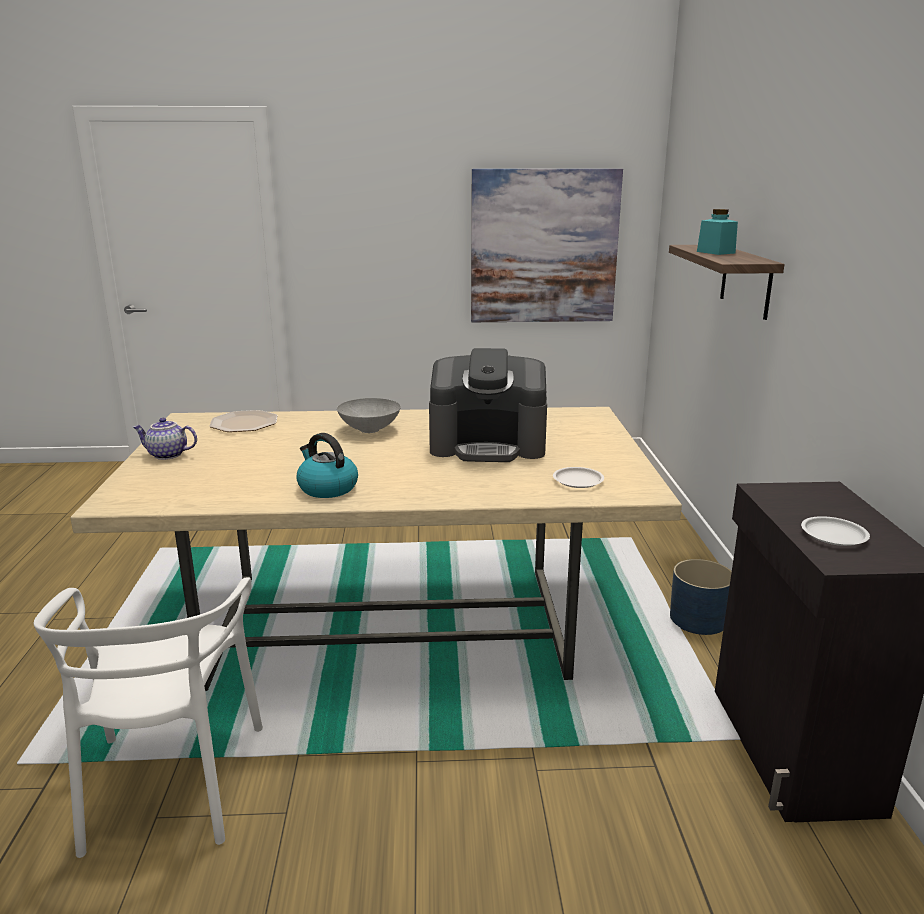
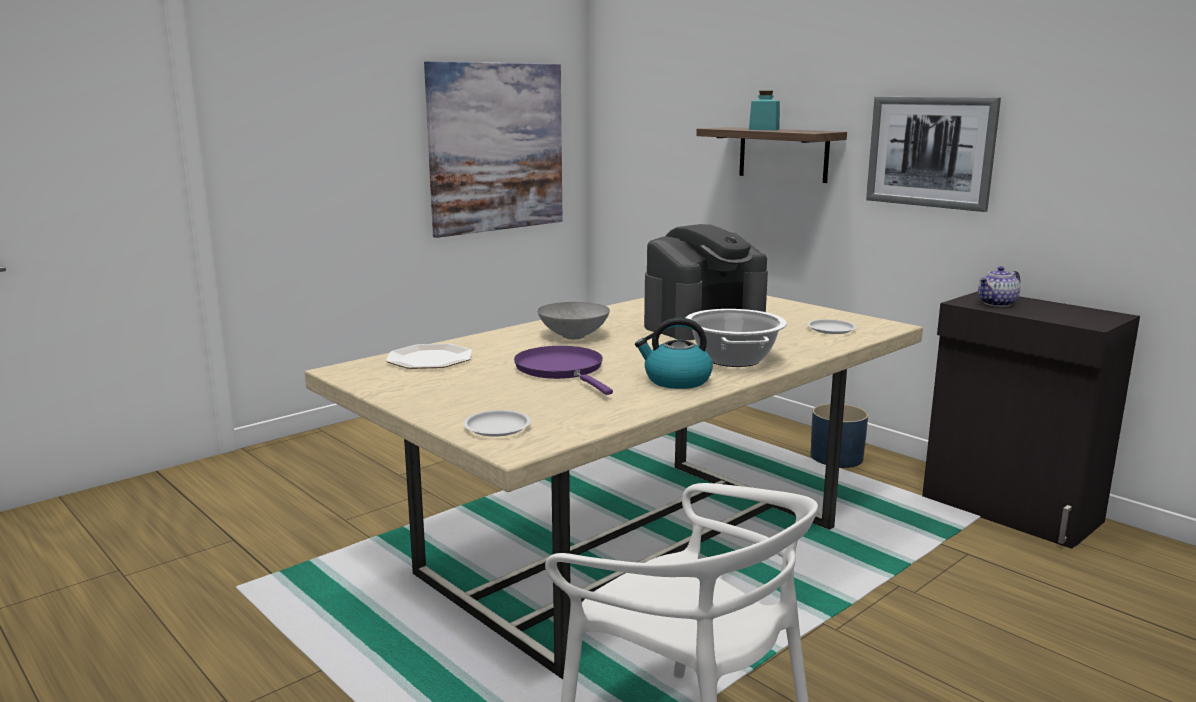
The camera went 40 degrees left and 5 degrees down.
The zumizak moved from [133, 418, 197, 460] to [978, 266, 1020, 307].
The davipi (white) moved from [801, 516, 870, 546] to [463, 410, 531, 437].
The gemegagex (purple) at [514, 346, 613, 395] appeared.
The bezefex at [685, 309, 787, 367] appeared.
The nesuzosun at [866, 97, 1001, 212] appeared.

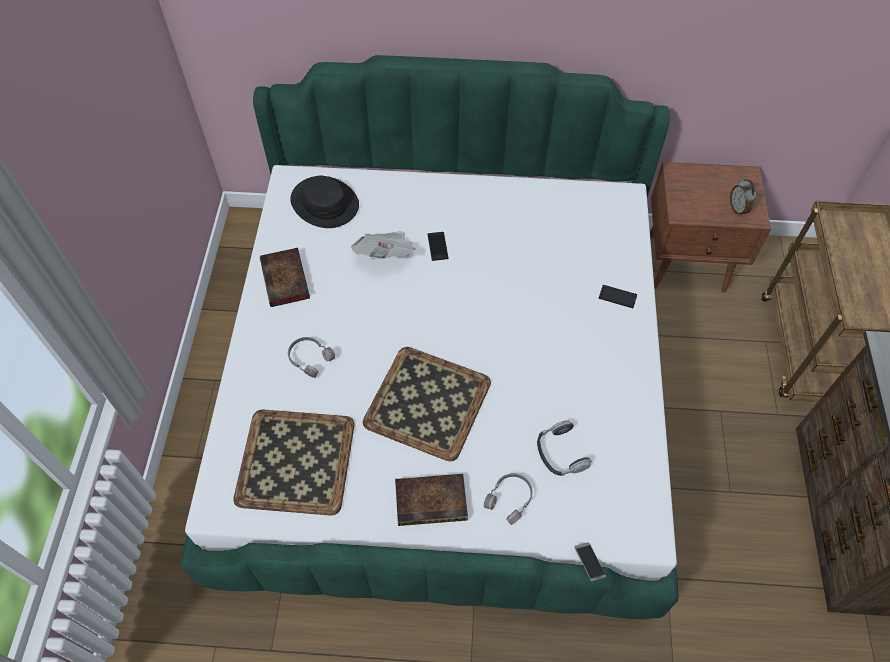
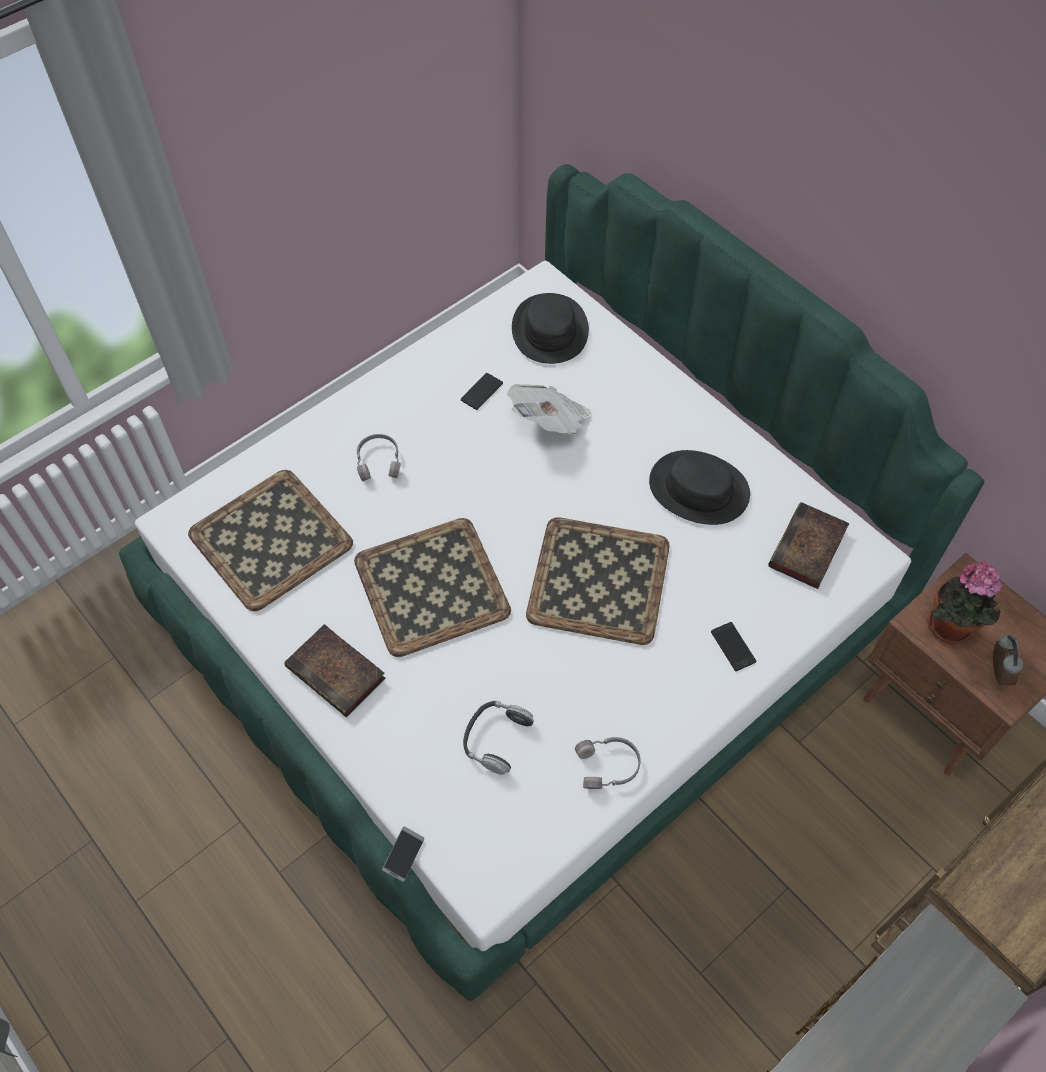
The camera went 45 degrees right and 0 degrees up.
The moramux moved from [260, 248, 310, 307] to [768, 502, 849, 589].
The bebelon moved from [427, 232, 448, 261] to [461, 373, 503, 410].
The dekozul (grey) moved from [484, 473, 532, 525] to [575, 737, 641, 789].
The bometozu at [730, 178, 757, 216] turned 150 degrees clockwise.
The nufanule at [526, 517, 670, 645] appeared.
The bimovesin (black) at [649, 450, 750, 525] appeared.
The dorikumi at [927, 561, 1003, 644] appeared.

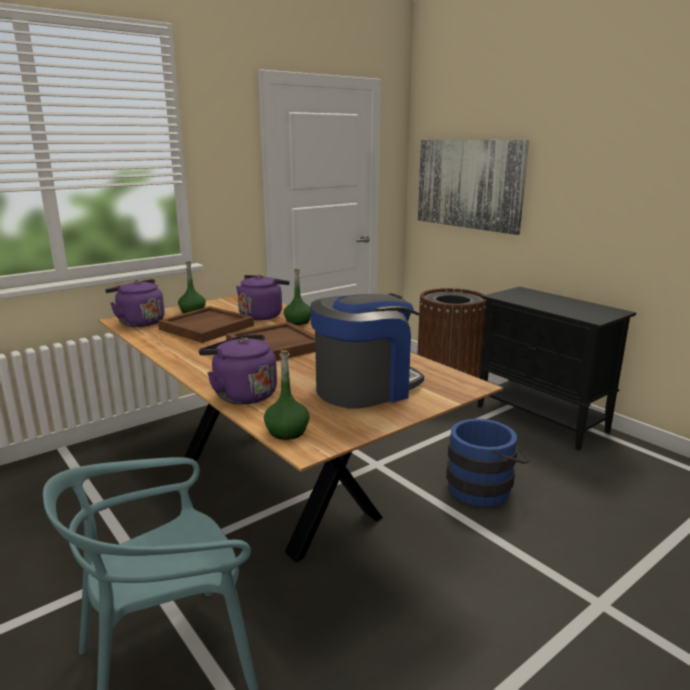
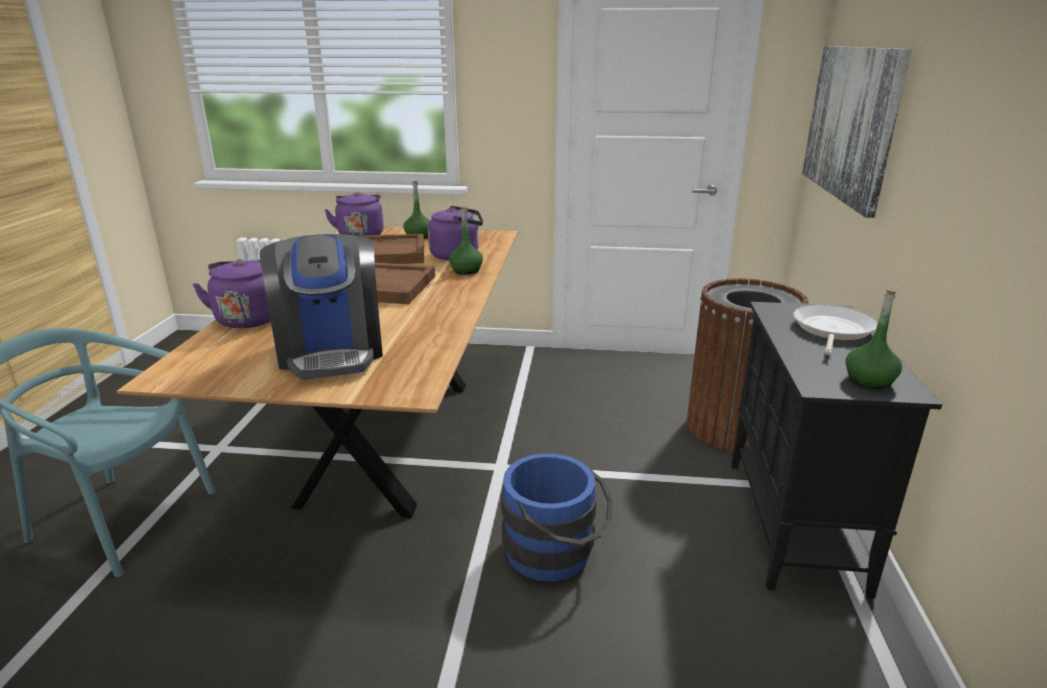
The camera went 45 degrees right and 5 degrees up.
The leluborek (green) moved from [264, 350, 310, 440] to [845, 289, 902, 389].
The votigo at [310, 293, 424, 409] turned 60 degrees clockwise.
The gemegagex at [794, 305, 877, 355] appeared.

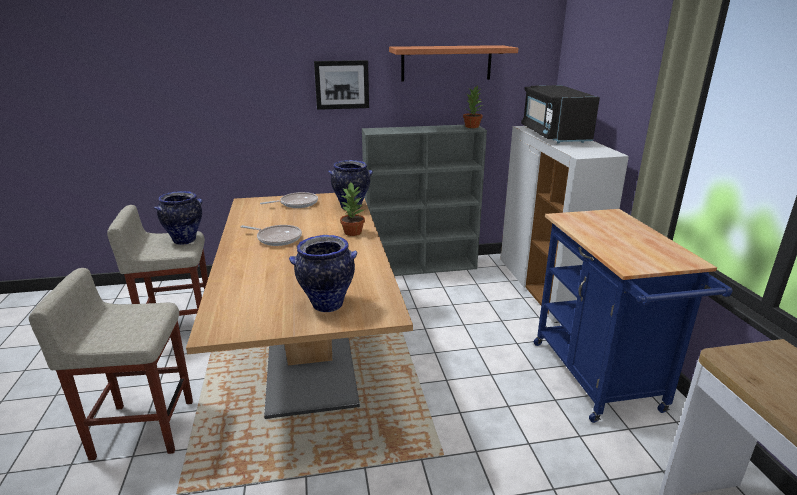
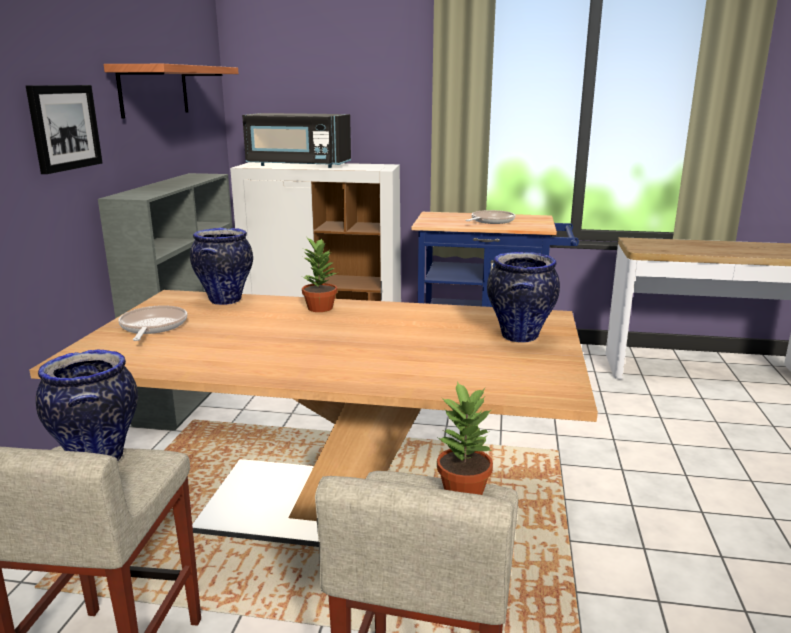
The camera went 70 degrees left and 5 degrees down.
The gemegagex moved from [240, 225, 302, 246] to [465, 210, 516, 224].
The dorikumi moved from [463, 86, 483, 128] to [437, 381, 493, 495].

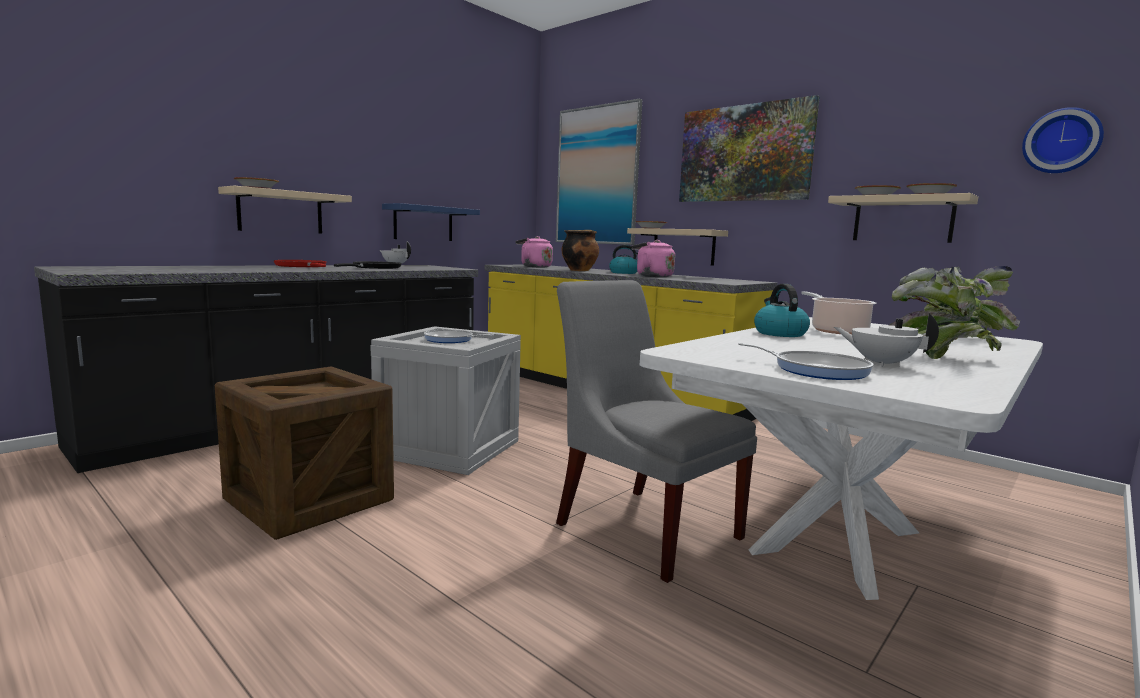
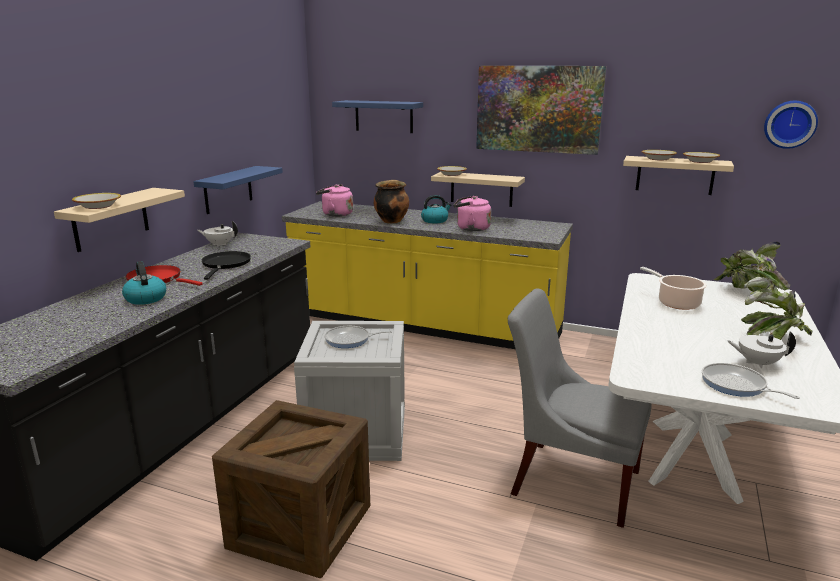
The camera went 20 degrees left and 10 degrees up.
The nesuzosun at [556, 99, 642, 245] was replaced by the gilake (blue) at [332, 100, 423, 133].
The gemegagex at [738, 343, 874, 380] turned 150 degrees counterclockwise.
The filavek moved from [754, 284, 810, 337] to [122, 261, 166, 305].

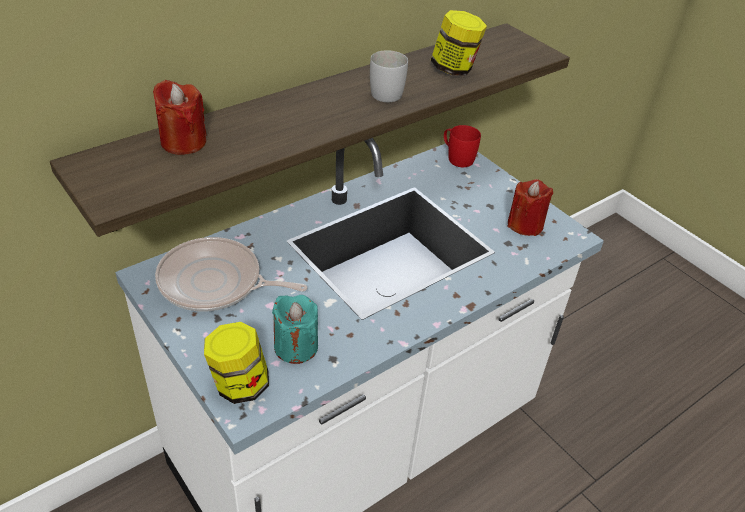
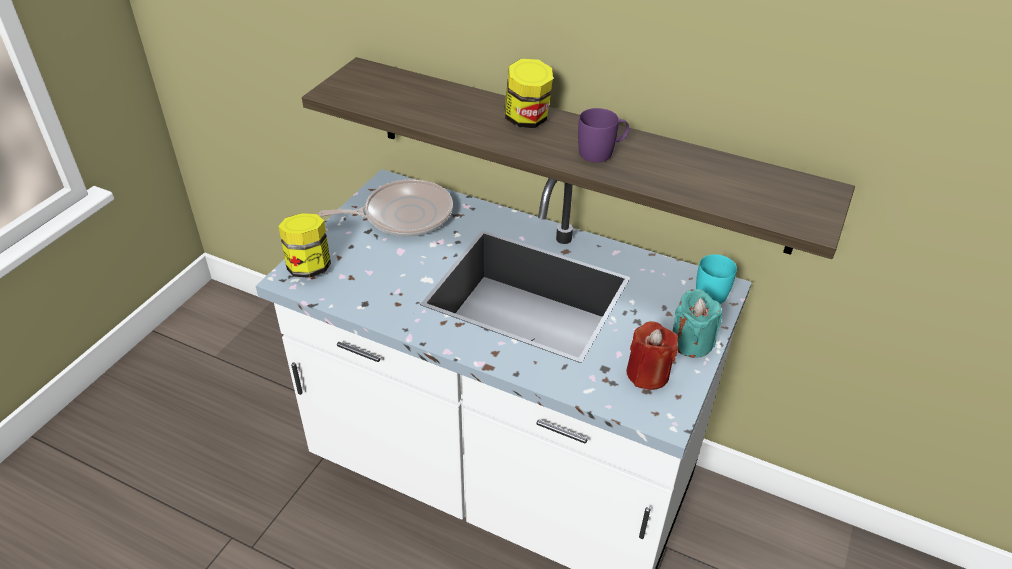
The camera went 65 degrees right and 0 degrees up.
The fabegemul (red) at [153, 80, 207, 155] disappeared.
The gemegagex at [155, 237, 307, 311] turned 90 degrees clockwise.
The fabegemul (turquoise) moved from [272, 295, 318, 364] to [673, 289, 722, 358].
The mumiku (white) at [370, 50, 408, 102] became the mumiku (purple) at [578, 108, 629, 163].
The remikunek moved from [431, 10, 487, 76] to [505, 59, 553, 128].
The mumiku (red) at [444, 125, 481, 167] became the mumiku (turquoise) at [696, 254, 737, 304].

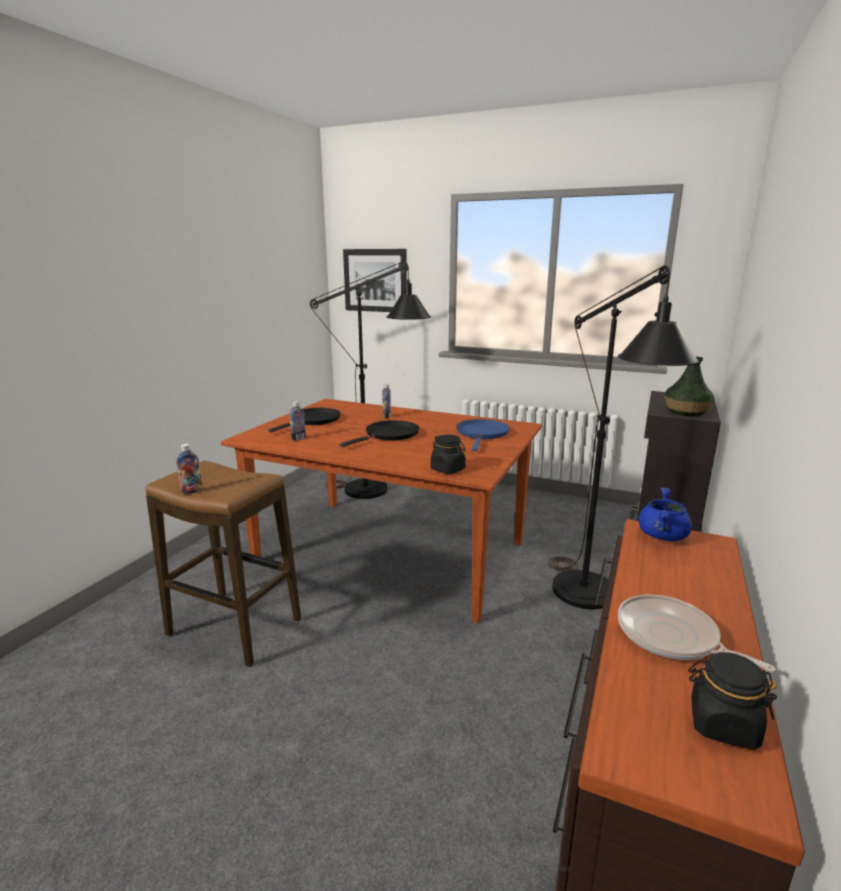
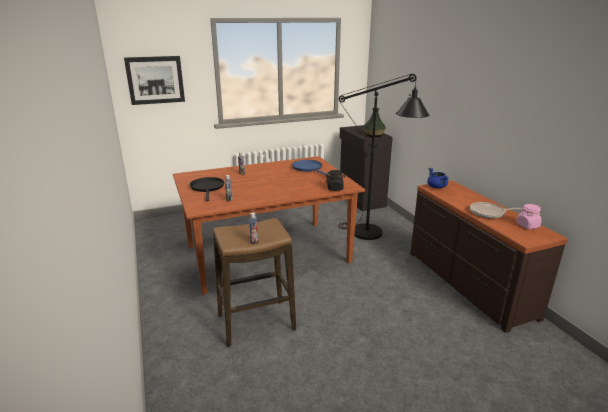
The camera went 45 degrees left and 5 degrees up.
The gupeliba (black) at [310, 262, 431, 499] disappeared.
The gemegagex (black) at [340, 420, 419, 447] disappeared.
The remikunek (black) at [688, 652, 777, 750] became the remikunek (pink) at [516, 204, 542, 229].

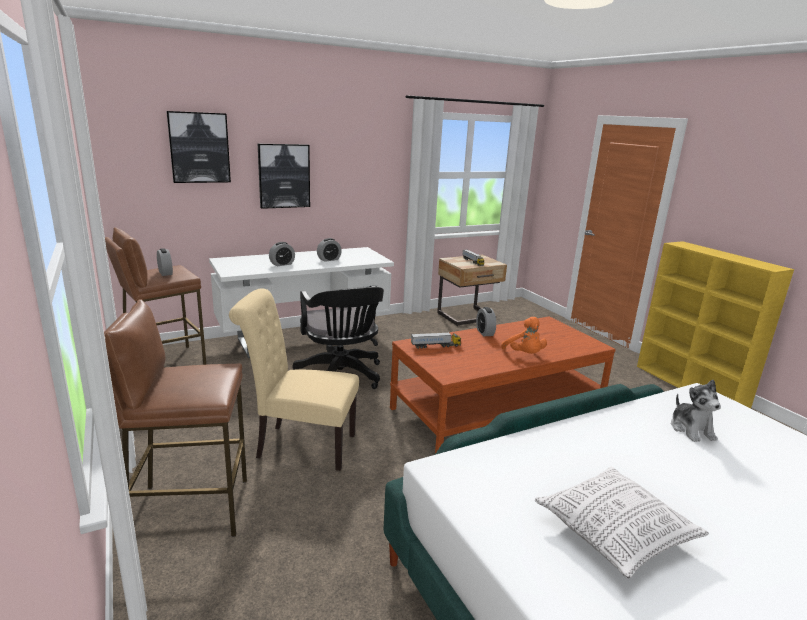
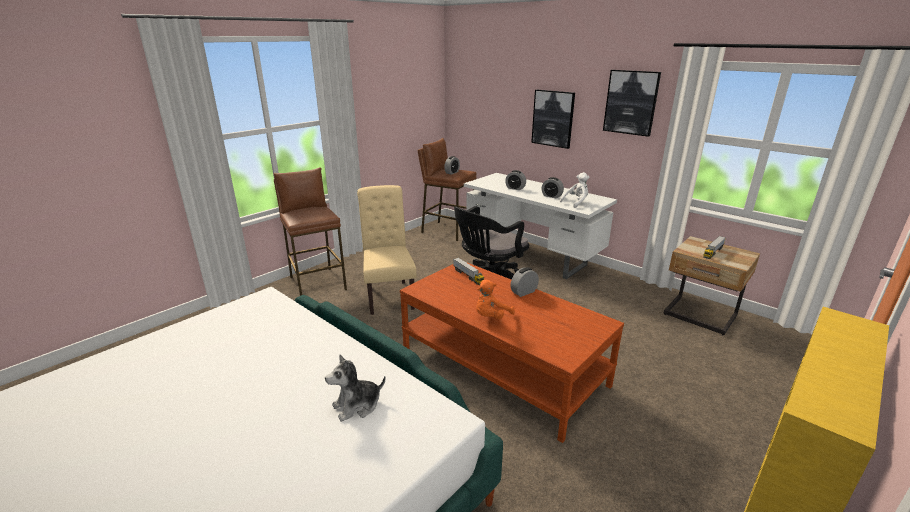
The camera went 70 degrees right and 5 degrees up.
The nesuzosun moved from [166, 111, 231, 183] to [603, 70, 661, 137].
The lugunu at [535, 467, 709, 579] disappeared.
The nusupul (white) at [560, 172, 589, 208] appeared.

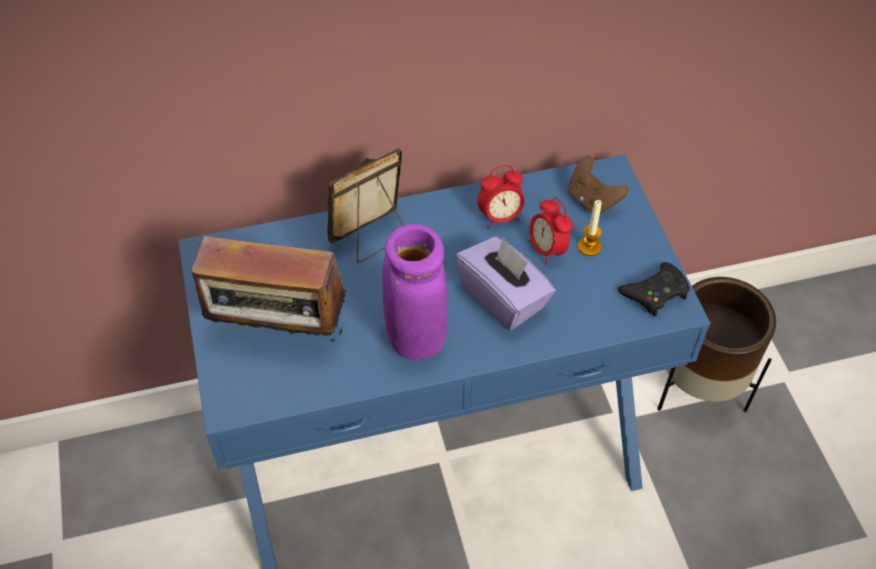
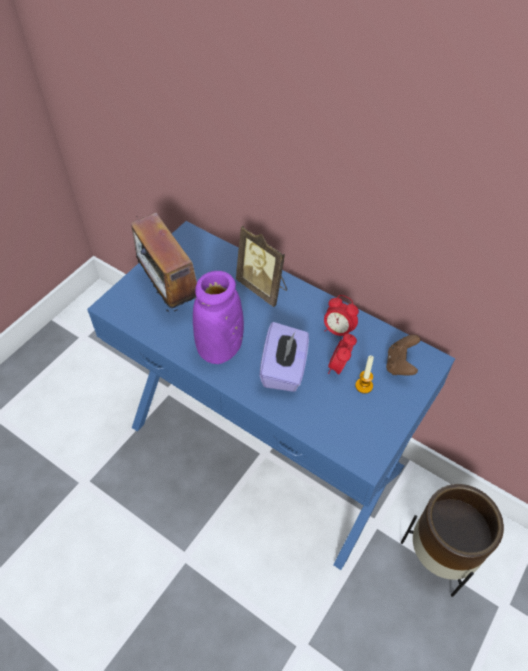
The camera went 50 degrees right and 0 degrees up.
The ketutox at [327, 148, 403, 263] turned 150 degrees counterclockwise.
The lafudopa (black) at [617, 262, 690, 316] disappeared.

